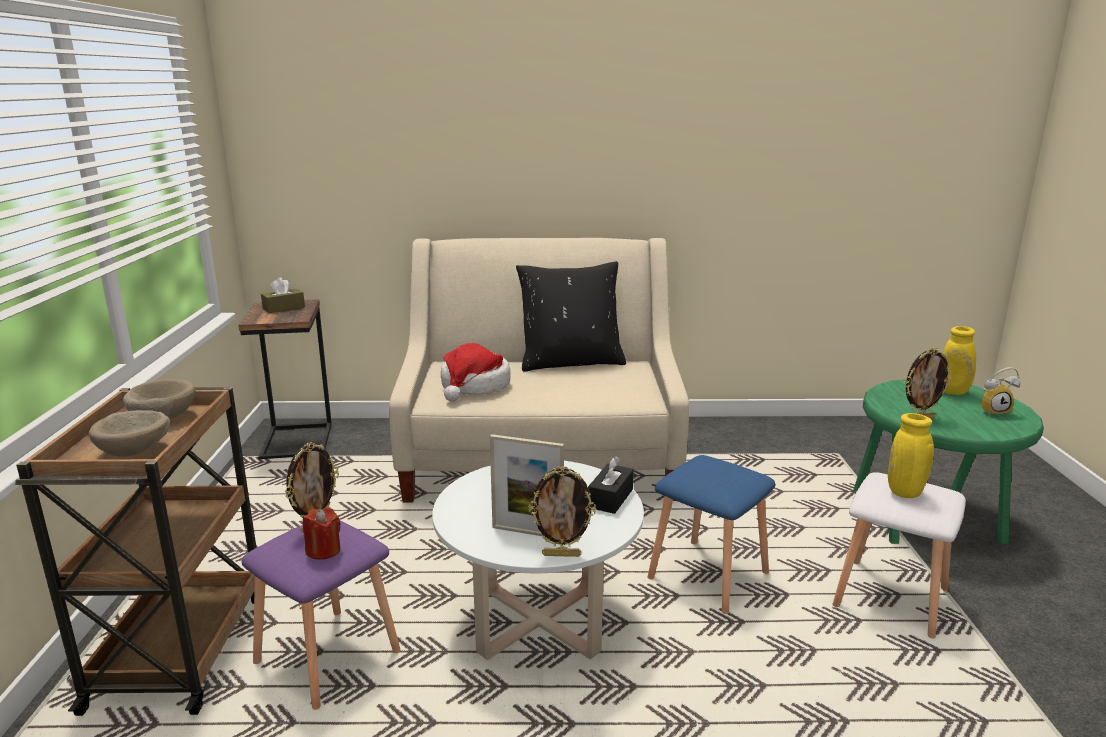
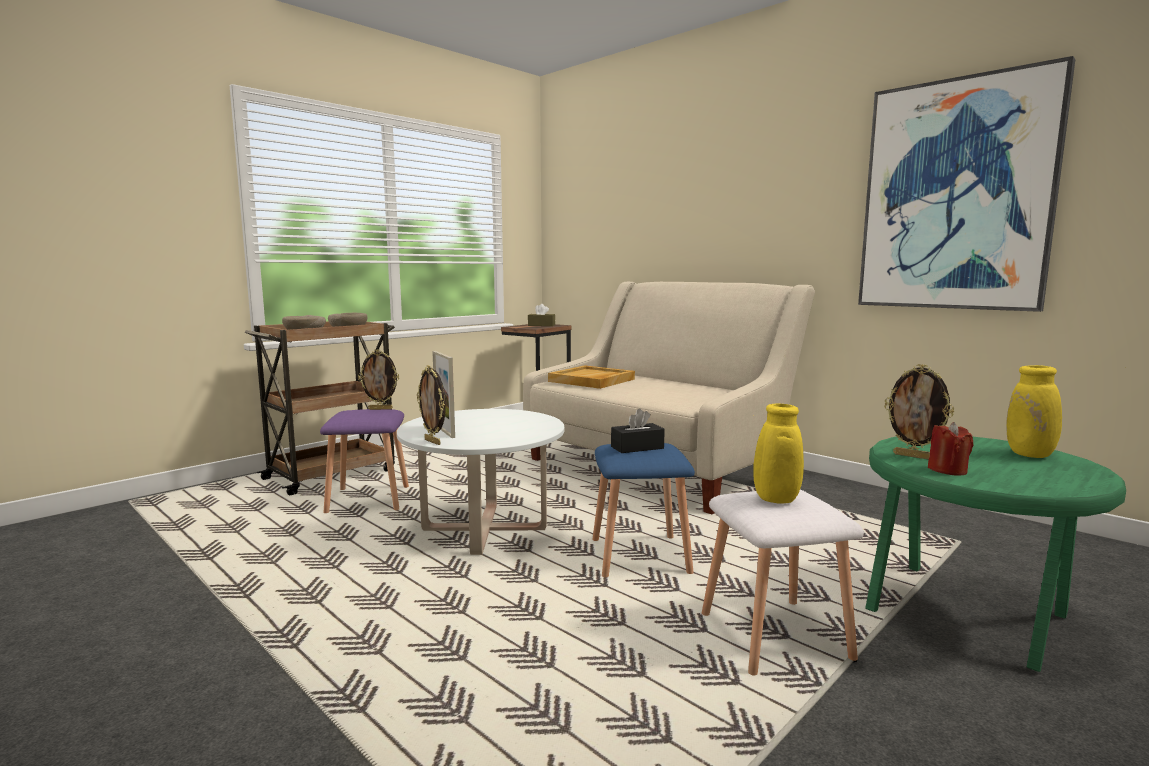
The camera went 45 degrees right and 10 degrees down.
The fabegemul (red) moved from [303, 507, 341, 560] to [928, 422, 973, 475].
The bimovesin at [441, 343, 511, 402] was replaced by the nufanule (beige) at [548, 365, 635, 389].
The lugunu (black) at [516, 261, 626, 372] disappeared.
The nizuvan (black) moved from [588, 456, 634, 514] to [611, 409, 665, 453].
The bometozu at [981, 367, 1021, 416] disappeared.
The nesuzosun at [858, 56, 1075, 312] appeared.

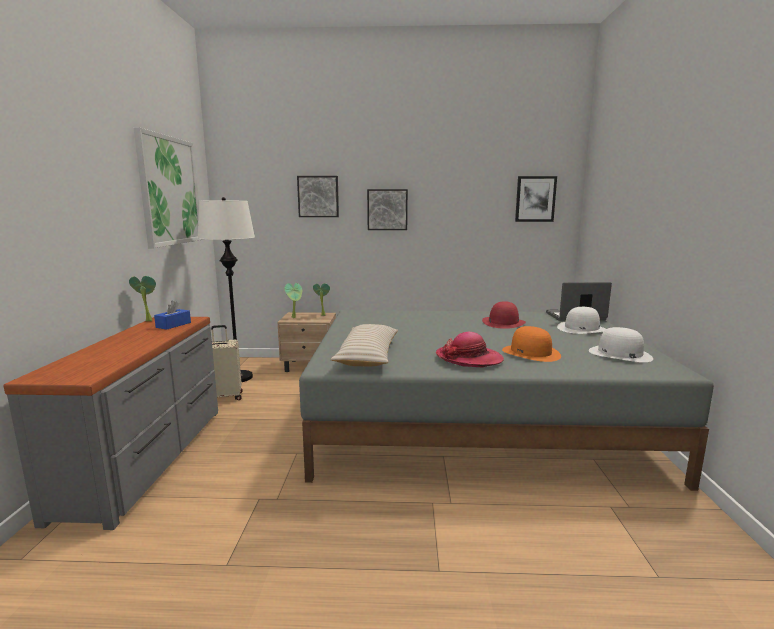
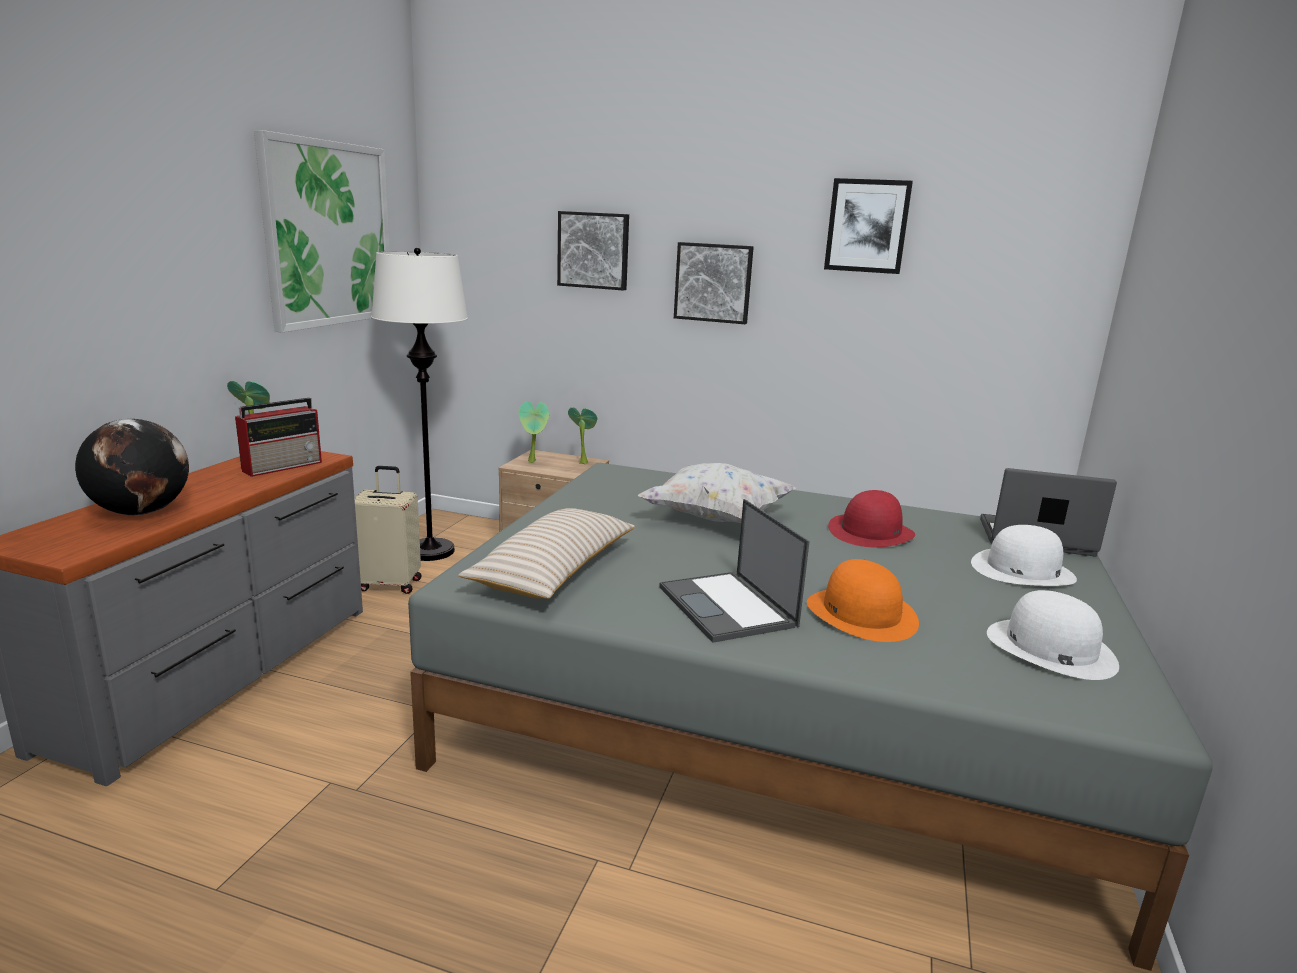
The camera went 15 degrees right and 5 degrees up.
The nizuvan (blue) at [154, 301, 191, 330] was replaced by the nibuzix at [235, 398, 322, 477].
The bimovesin at [436, 332, 504, 367] was replaced by the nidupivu at [659, 499, 810, 643].
The nesuzosun moved from [515, 176, 557, 222] to [824, 178, 913, 274].
The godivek at [75, 419, 189, 515] appeared.
The lugunu (white) at [638, 463, 796, 523] appeared.

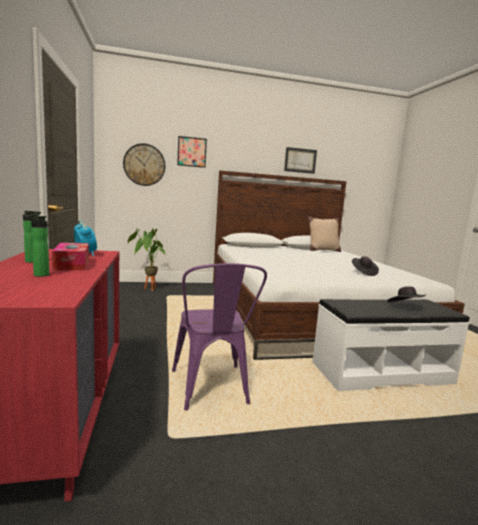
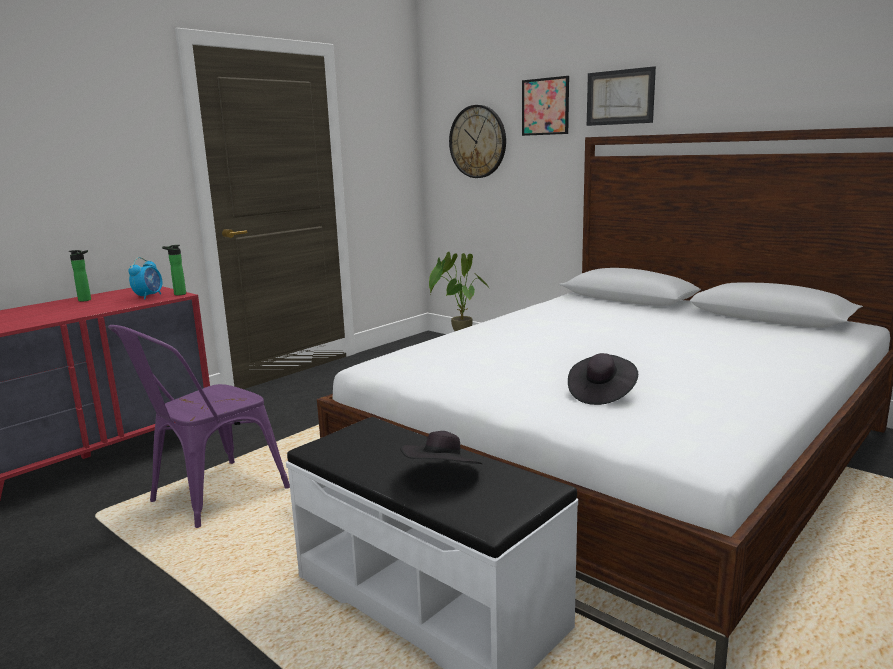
The camera went 55 degrees right and 5 degrees up.
The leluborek moved from [24, 216, 49, 277] to [162, 245, 186, 295].
The nizuvan at [52, 243, 89, 270] disappeared.
The nesuzosun moved from [284, 147, 317, 174] to [587, 66, 656, 126].
The lugunu (beige) at [308, 217, 341, 252] disappeared.

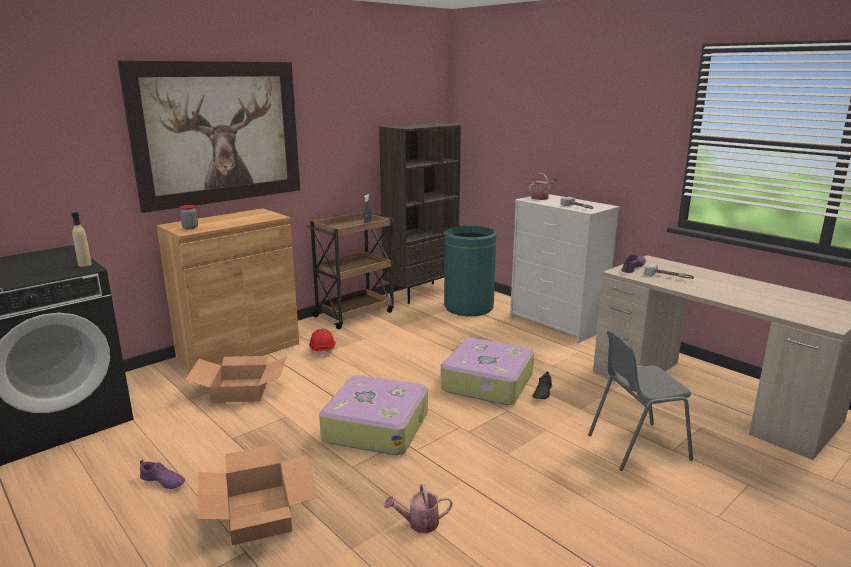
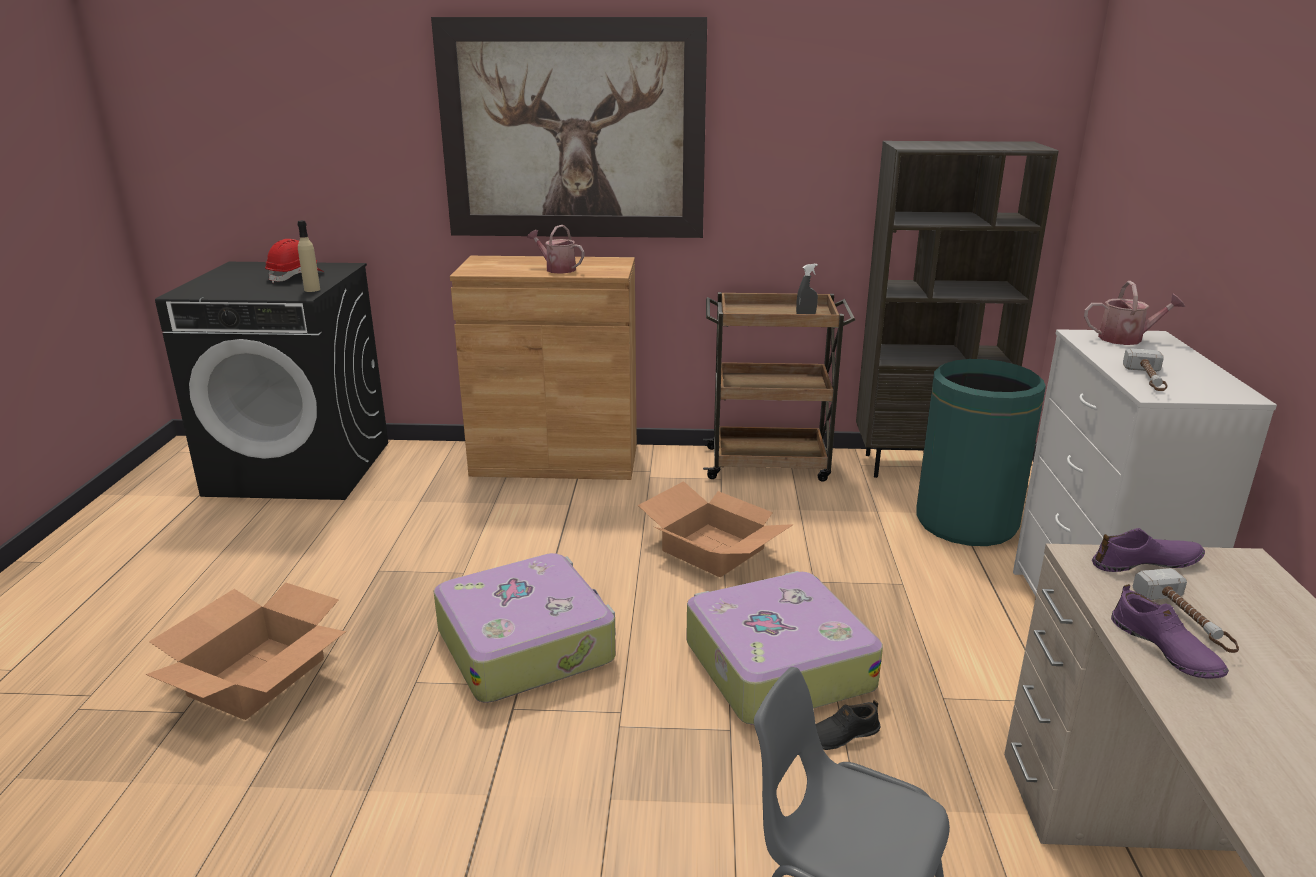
The camera went 45 degrees right and 5 degrees up.
The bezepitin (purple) moved from [140, 459, 185, 489] to [1111, 584, 1229, 679].
The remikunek at [180, 205, 198, 230] disappeared.
The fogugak moved from [185, 356, 287, 403] to [638, 481, 794, 577].
The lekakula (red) moved from [309, 329, 336, 358] to [265, 239, 324, 283].
The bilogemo moved from [384, 484, 453, 533] to [527, 225, 585, 274].

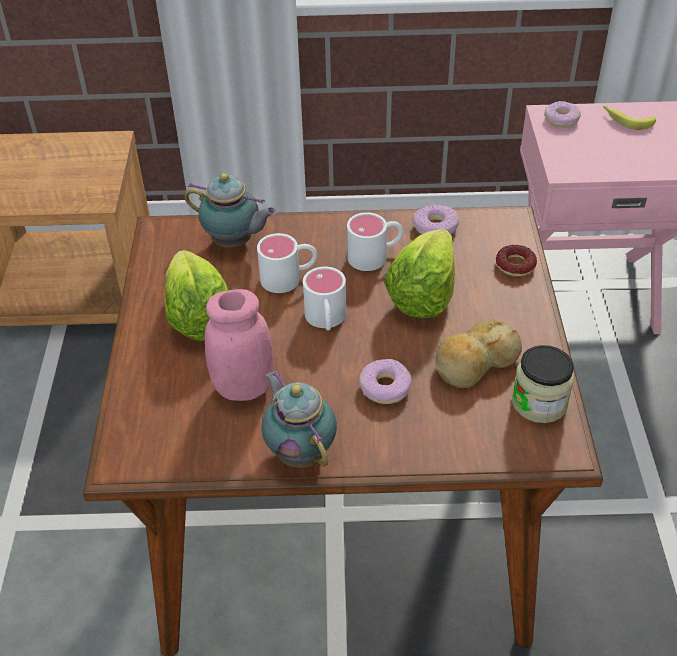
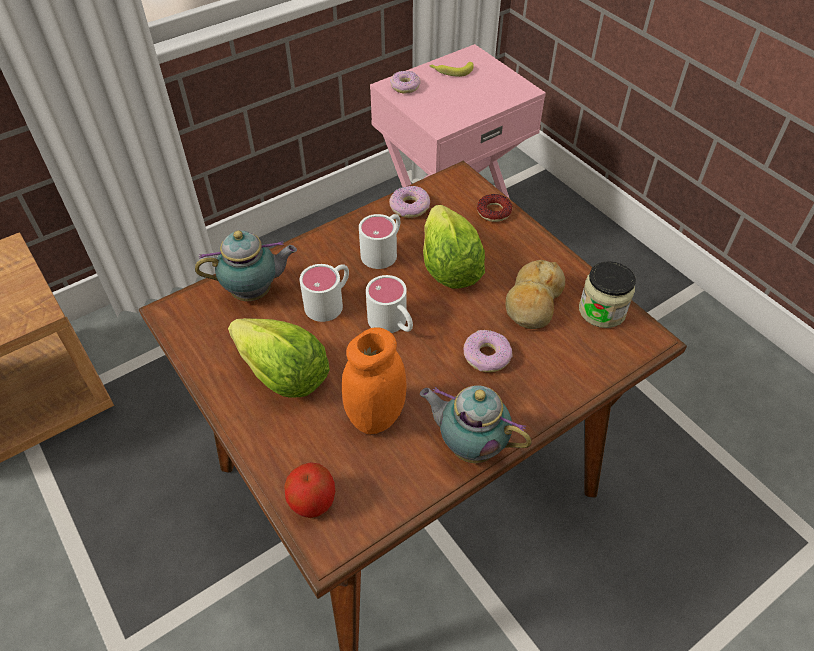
The camera went 35 degrees left and 5 degrees up.
The remikunek (pink) at [205, 289, 273, 401] became the remikunek (orange) at [342, 327, 407, 434].
The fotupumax at [284, 462, 335, 518] appeared.

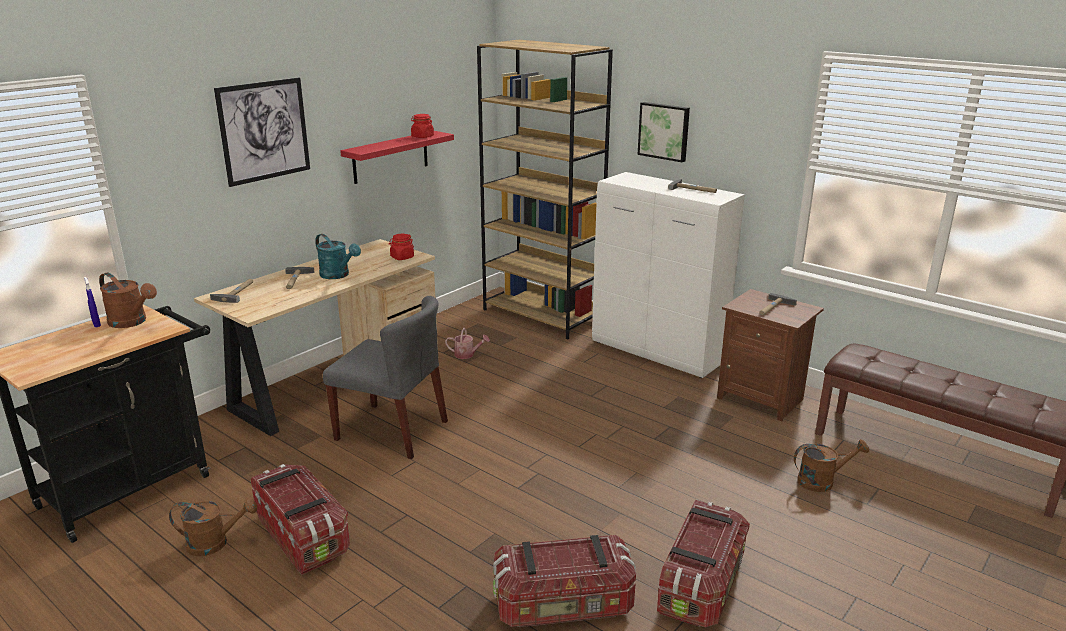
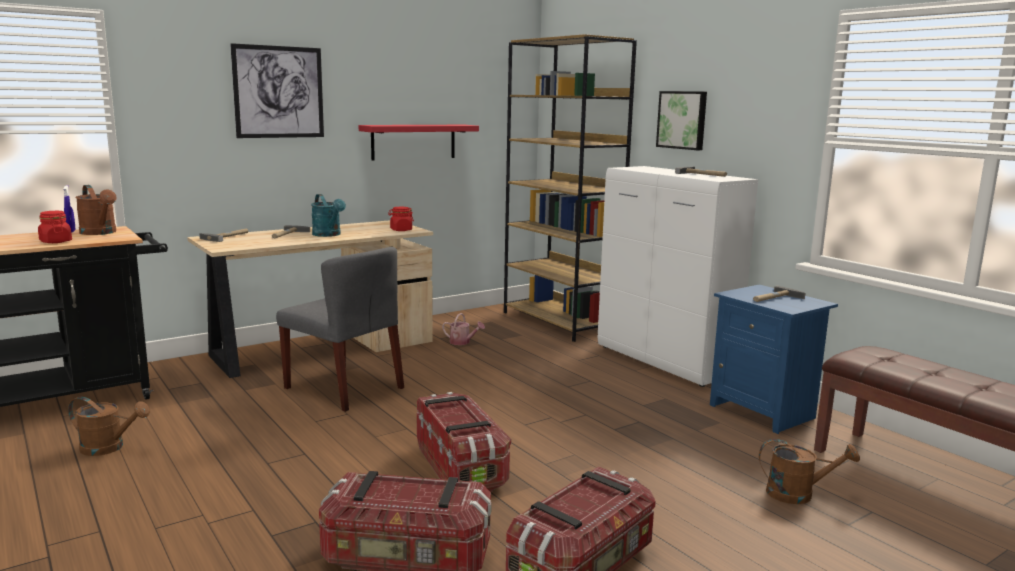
The camera went 15 degrees right and 10 degrees down.
The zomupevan moved from [251, 464, 350, 575] to [417, 392, 511, 492].
The remikunek (red) moved from [411, 114, 434, 138] to [38, 211, 72, 243].
The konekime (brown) at [717, 289, 824, 421] became the konekime (blue) at [710, 285, 838, 434].

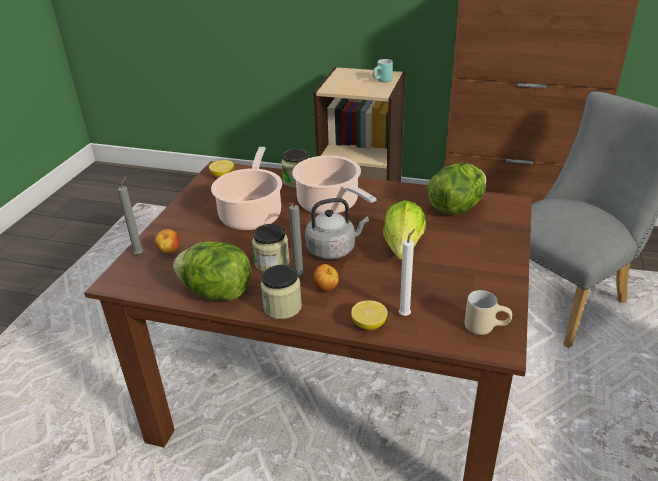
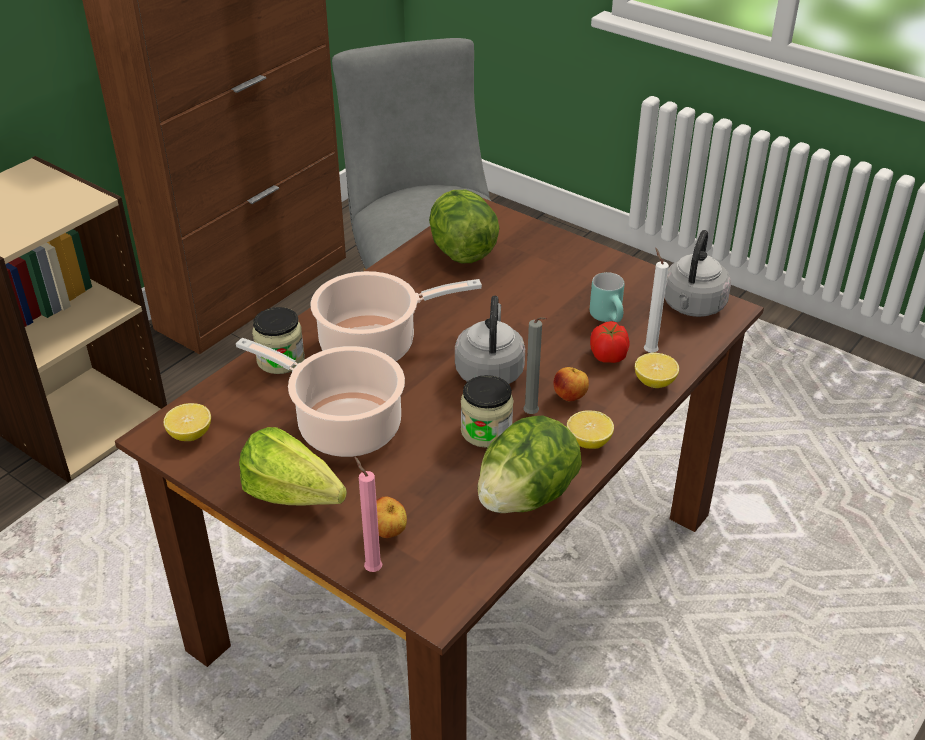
The camera went 70 degrees left and 5 degrees up.
The fabegemul (grey) at [118, 176, 143, 255] became the fabegemul (pink) at [355, 457, 382, 572].
The remikunek at [261, 265, 302, 319] was replaced by the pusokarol at [567, 410, 614, 449].
The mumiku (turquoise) moved from [372, 59, 393, 82] to [590, 272, 624, 322].
The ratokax moved from [383, 200, 426, 259] to [239, 427, 347, 506].
The mumiku (beige) at [465, 290, 512, 335] was replaced by the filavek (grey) at [665, 230, 731, 317].
The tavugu at [590, 321, 629, 363] appeared.

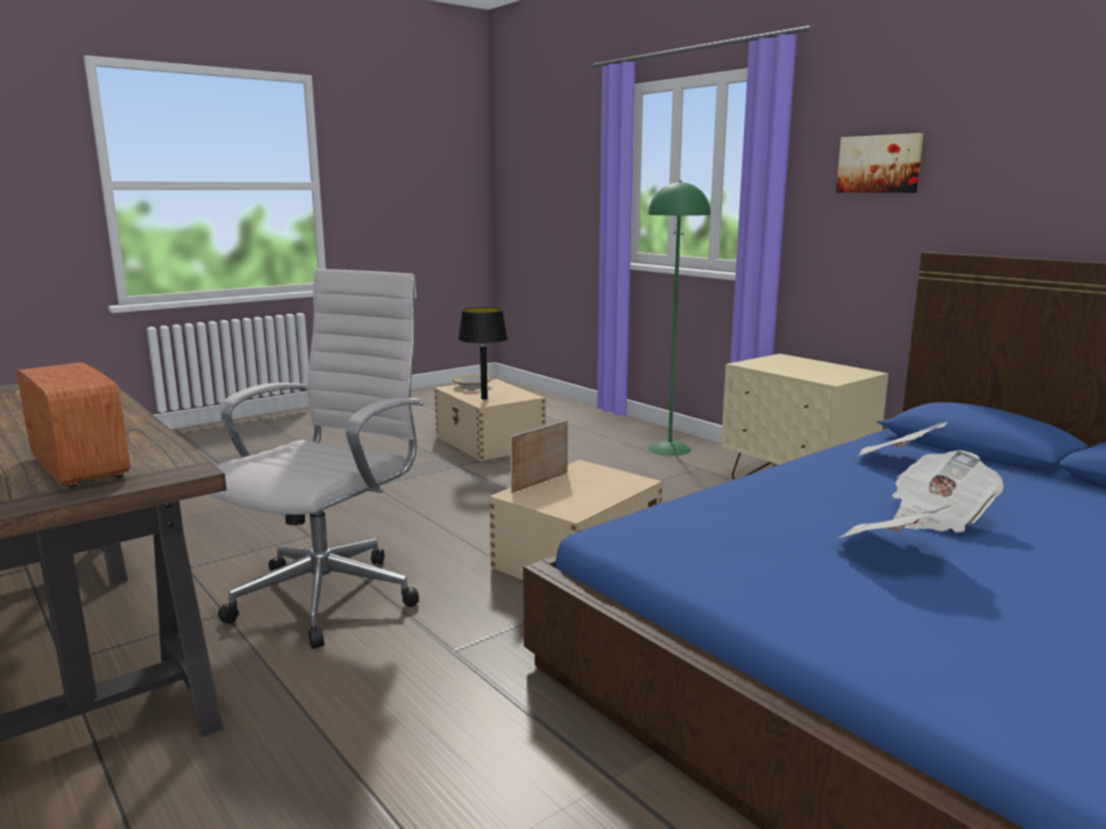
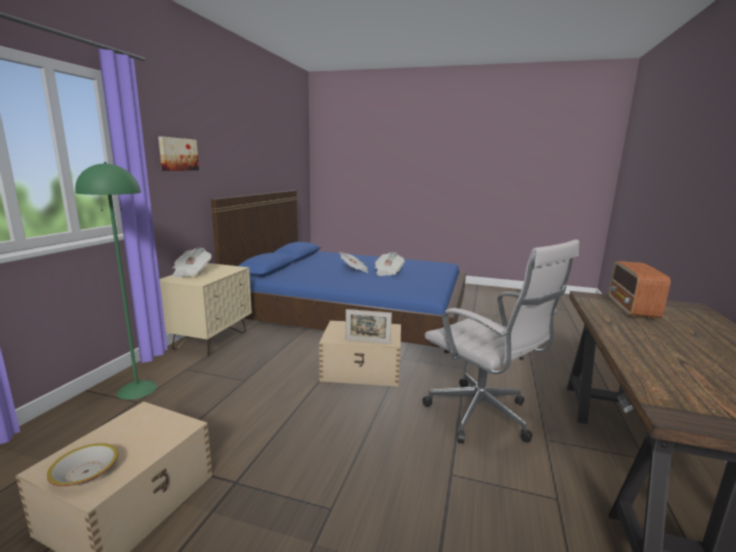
The camera went 125 degrees left and 0 degrees up.
The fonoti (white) at [210, 269, 424, 649] turned 120 degrees counterclockwise.
The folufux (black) at [458, 307, 508, 399] disappeared.
The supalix moved from [857, 422, 947, 456] to [172, 248, 212, 278].

